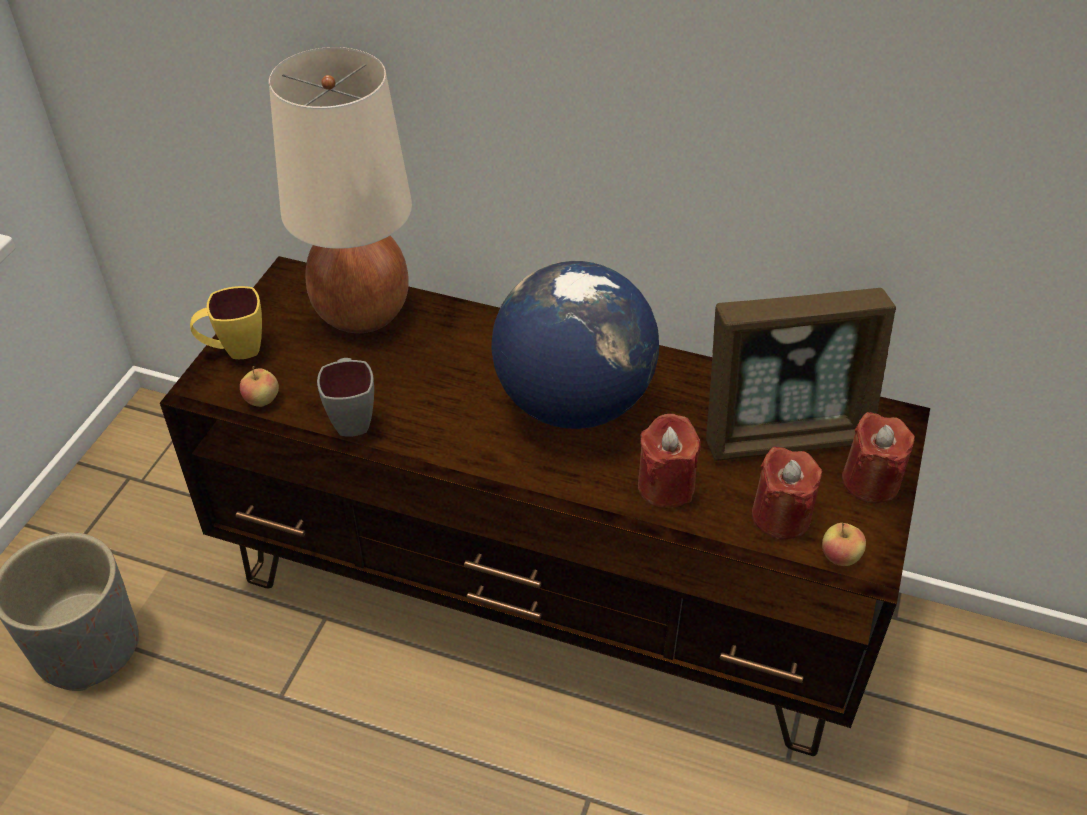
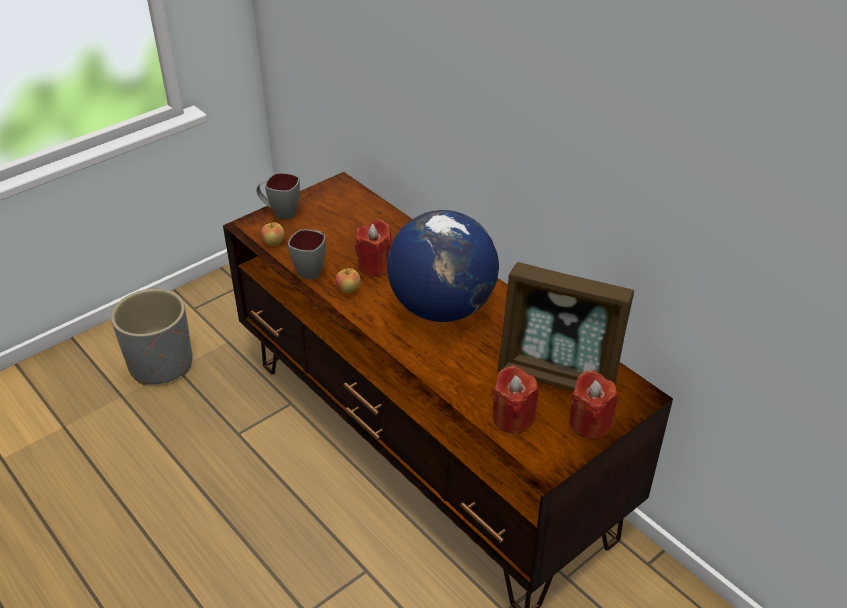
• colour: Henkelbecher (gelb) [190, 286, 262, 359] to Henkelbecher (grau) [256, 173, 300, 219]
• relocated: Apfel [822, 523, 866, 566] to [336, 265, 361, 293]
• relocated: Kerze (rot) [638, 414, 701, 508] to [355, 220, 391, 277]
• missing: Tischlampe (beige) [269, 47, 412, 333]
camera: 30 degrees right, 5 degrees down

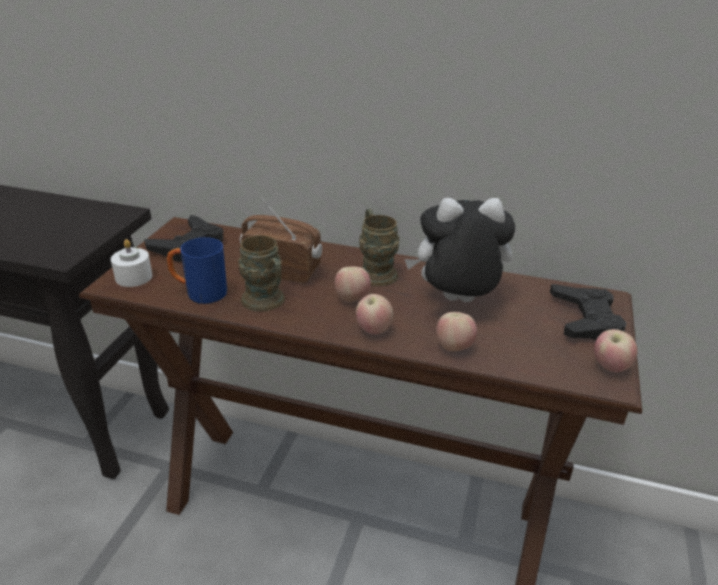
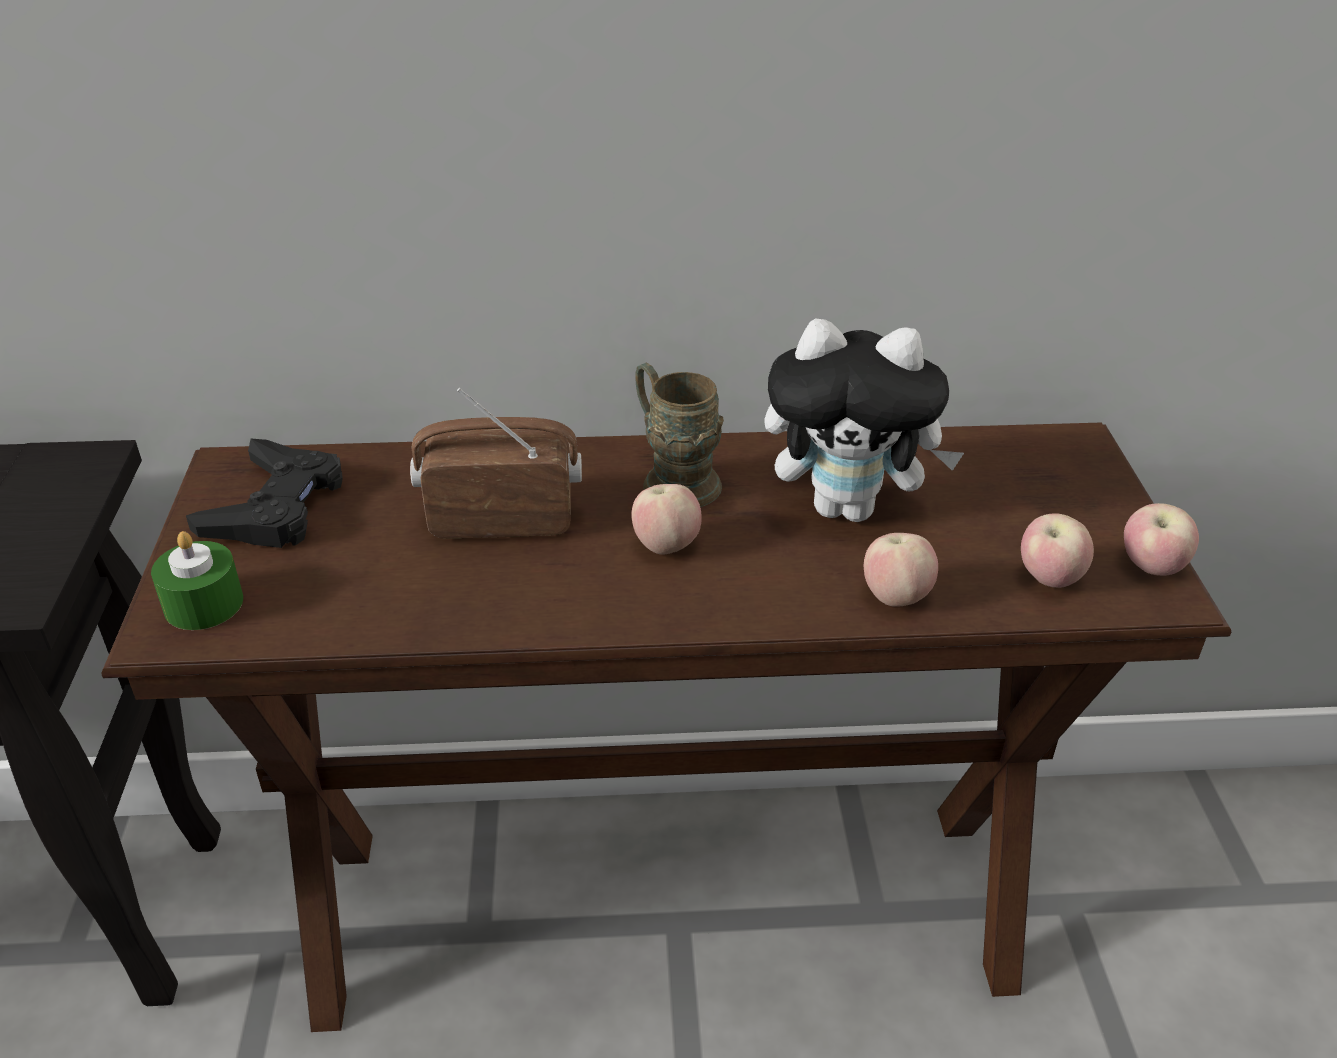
• colour: Kerze (weiß) [111, 239, 153, 287] to Kerze (grün) [151, 531, 243, 630]
• spun: Plüschtier [405, 198, 515, 302] = [764, 319, 964, 522] 150 degrees counterclockwise
• relocated: Apfel [356, 294, 393, 334] to [1021, 513, 1094, 588]
• missing: Henkelbecher (blau) [167, 237, 227, 304]
• missing: Henkelbecher (braun) [238, 235, 285, 311]
• missing: Gamepad (schwarz) [550, 284, 627, 340]
camera: 20 degrees left, 5 degrees up

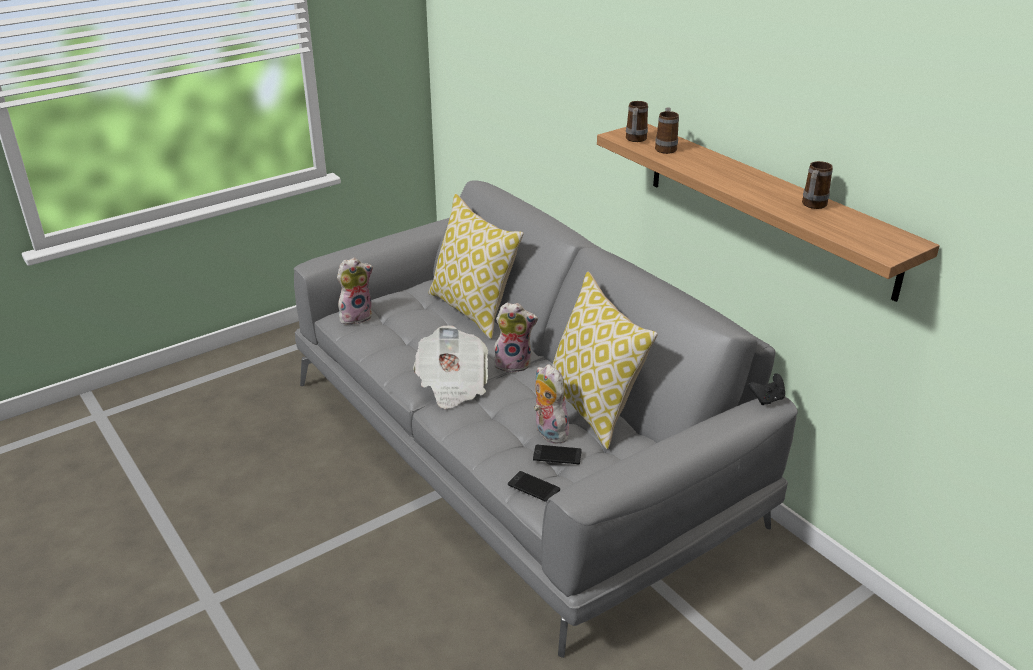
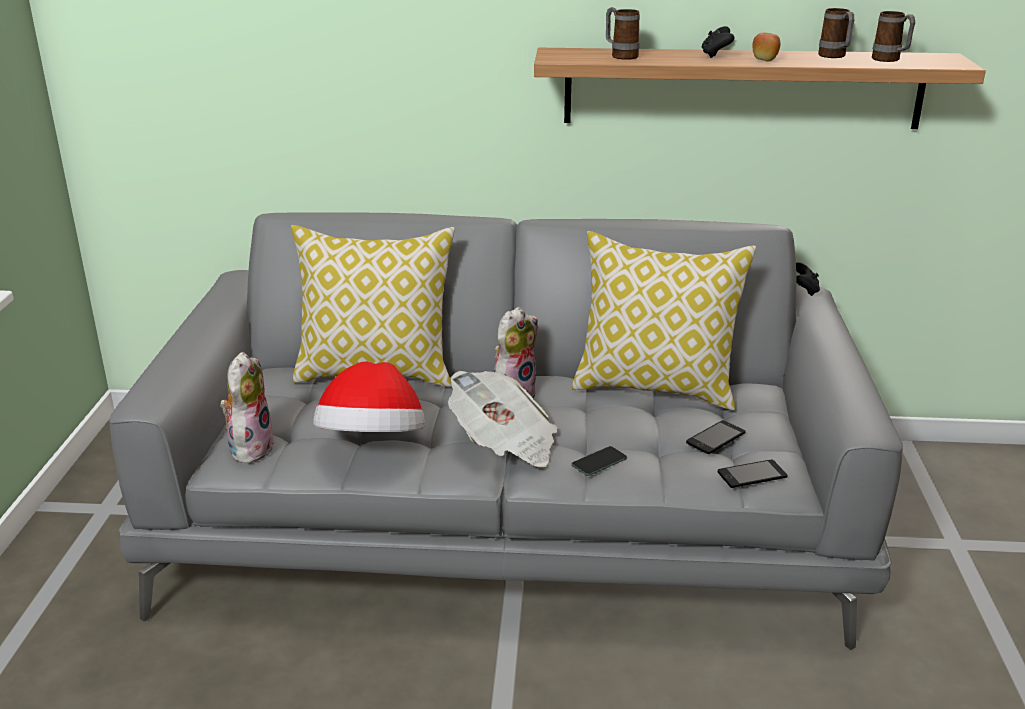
• appeared: Hut [314, 362, 425, 432]
• appeared: Handy [571, 446, 627, 476]
• appeared: Gamepad (schwarz) [702, 26, 735, 58]
• appeared: Apfel [752, 33, 780, 62]
• relocated: Henkelbecher [626, 101, 648, 142] to [872, 11, 915, 62]
• missing: Plüschtier [534, 364, 569, 444]
camera: 50 degrees left, 5 degrees down

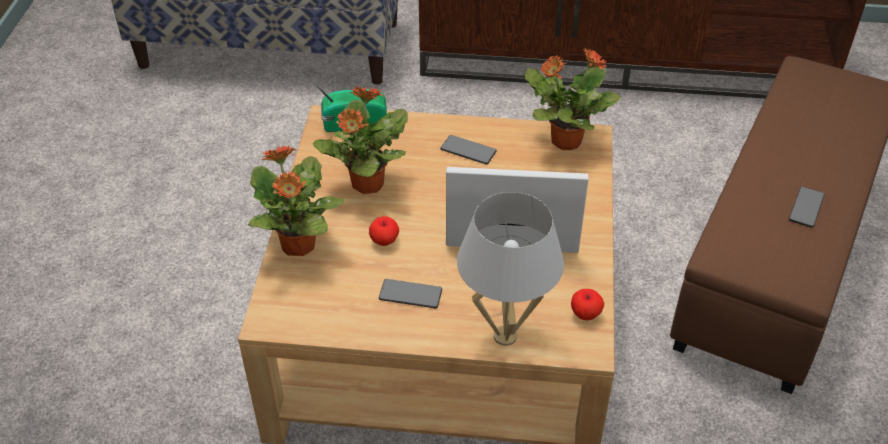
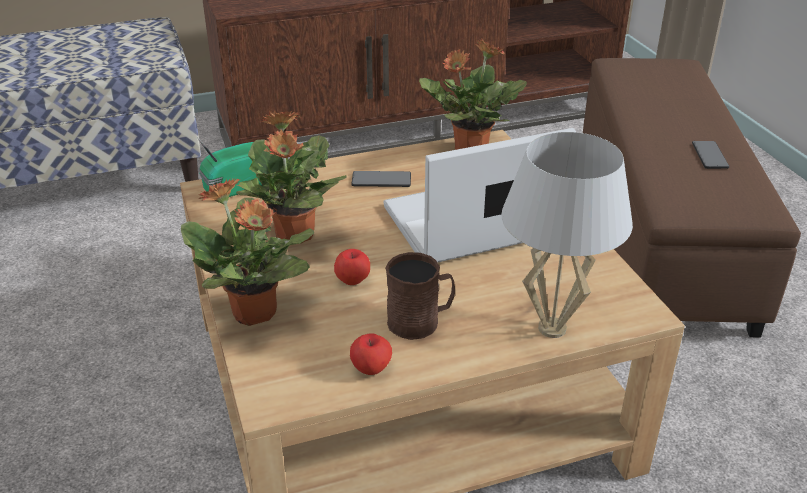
• relocated: Apfel [571, 289, 604, 320] to [350, 334, 392, 375]
• exchanged: Handy [379, 279, 442, 308] to Henkelbecher (braun) [385, 252, 455, 340]
camera: 25 degrees left, 10 degrees down

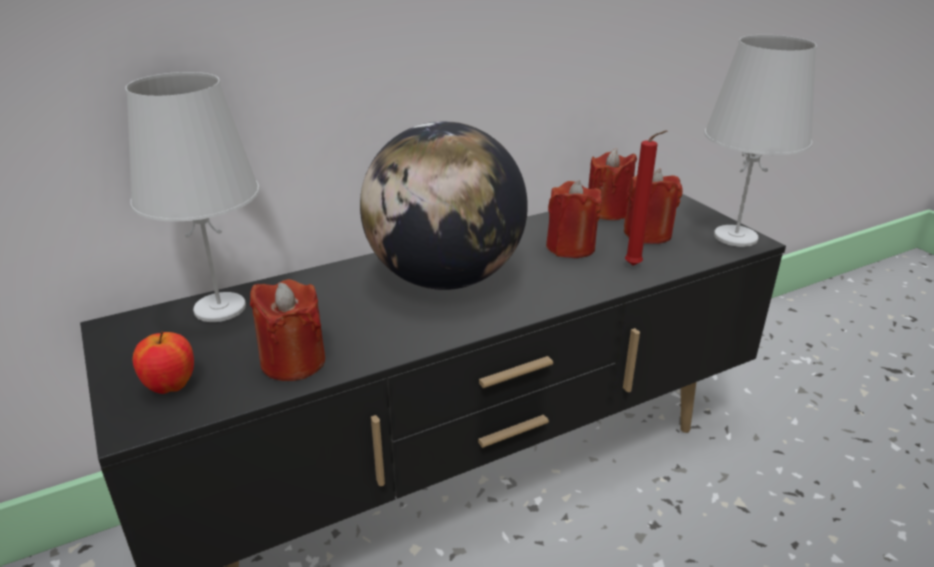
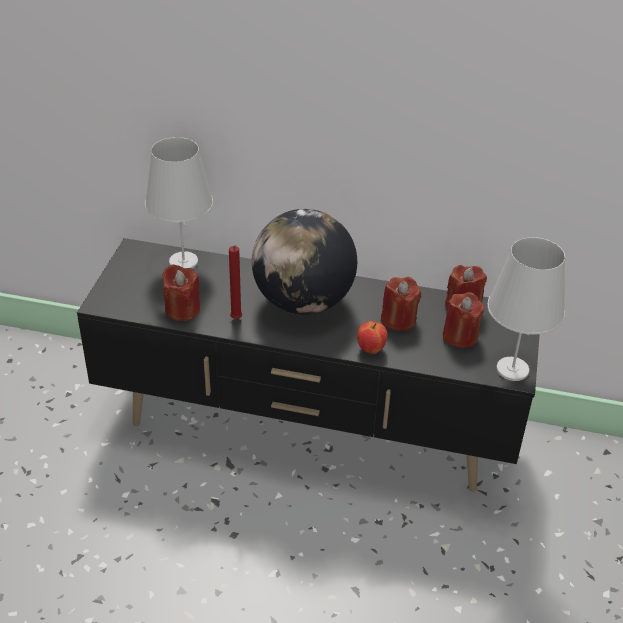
• relocated: Kerze (rot) [625, 130, 667, 265] to [229, 245, 242, 319]
• relocated: Apfel [132, 331, 194, 394] to [357, 321, 387, 354]
camera: 40 degrees right, 10 degrees up

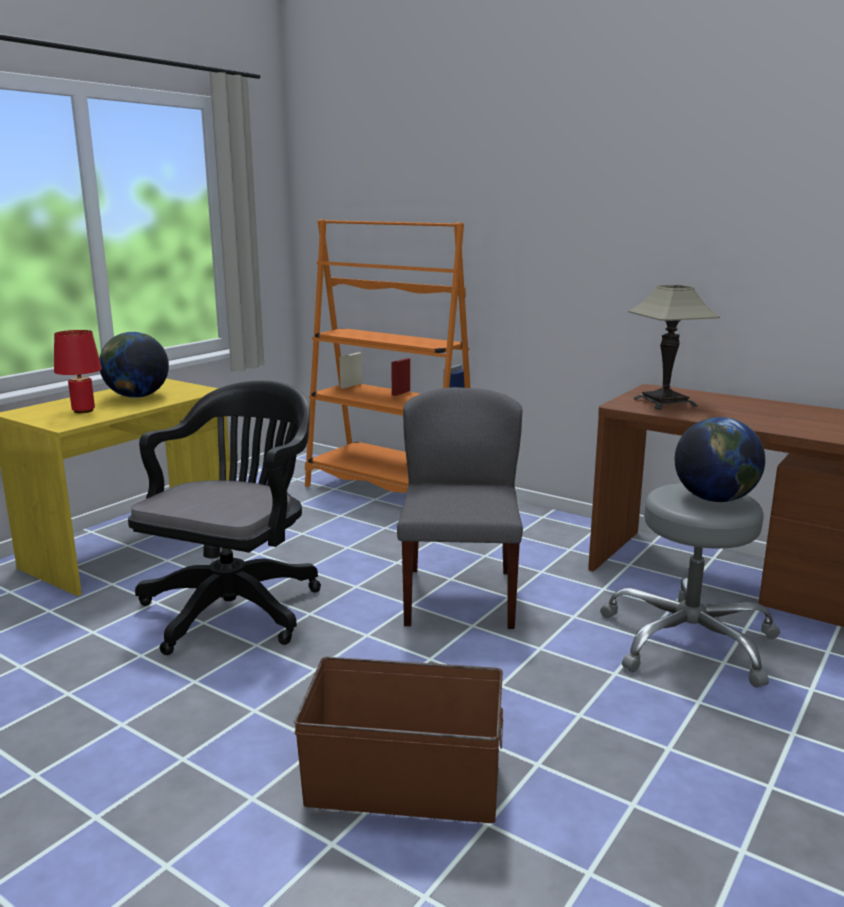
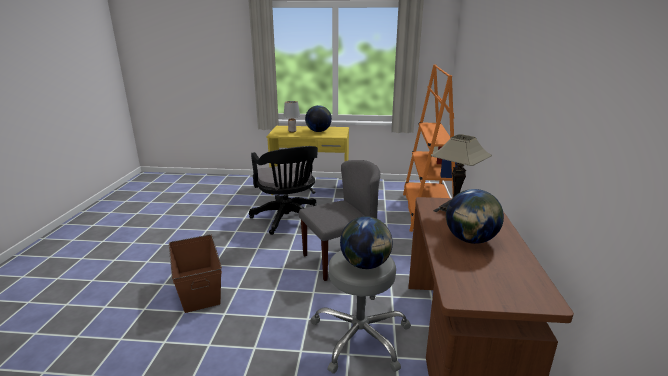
• spun: Bürostuhl (schwarz) [128, 380, 321, 655] = [249, 146, 318, 235] 75 degrees clockwise
• colour: Tischlampe (rot) [54, 330, 102, 413] to Tischlampe (grau) [284, 101, 300, 133]
• appeared: Globus [446, 189, 504, 244]
camera: 60 degrees right, 5 degrees up

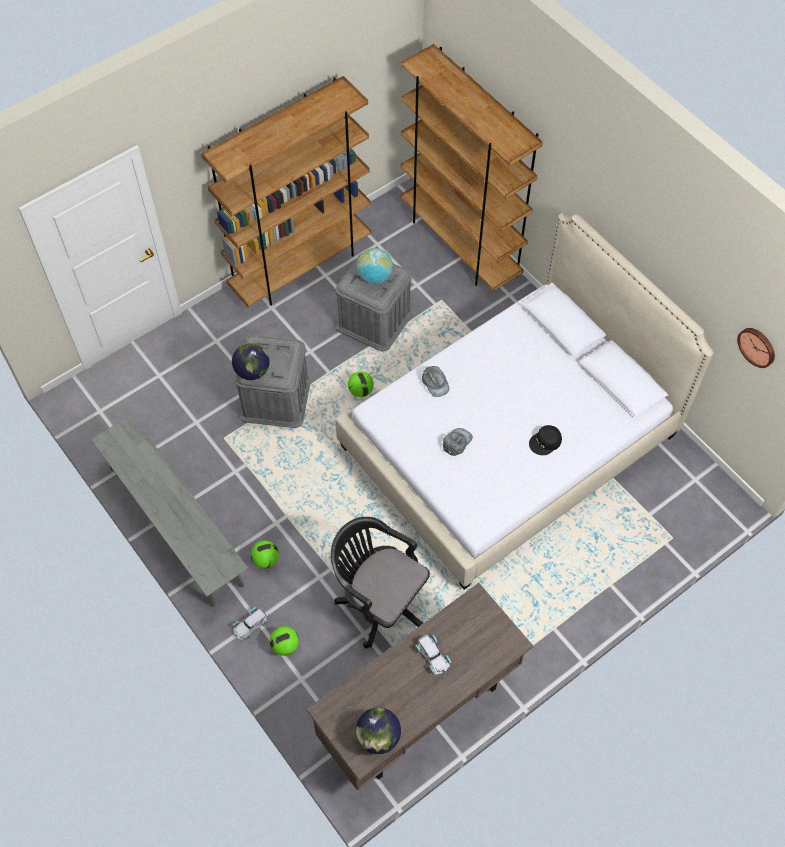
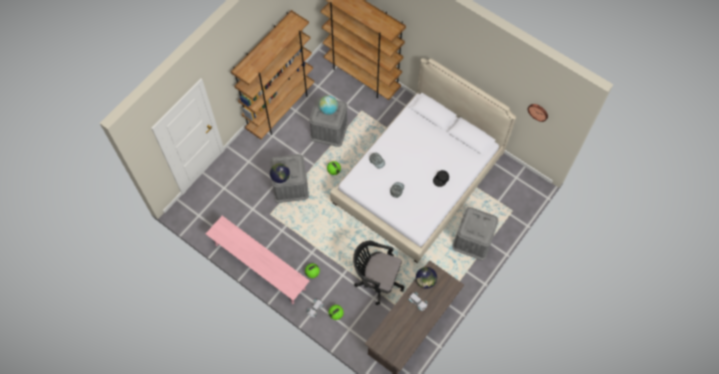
• colour: Bank (grau) [91, 415, 248, 607] to Bank (rosa) [206, 216, 310, 304]
• relocated: Globus [356, 707, 401, 754] to [416, 267, 437, 289]
• appeared: Aufbewahrungsbox (grau) [452, 207, 499, 261]
camera: 15 degrees left, 5 degrees up

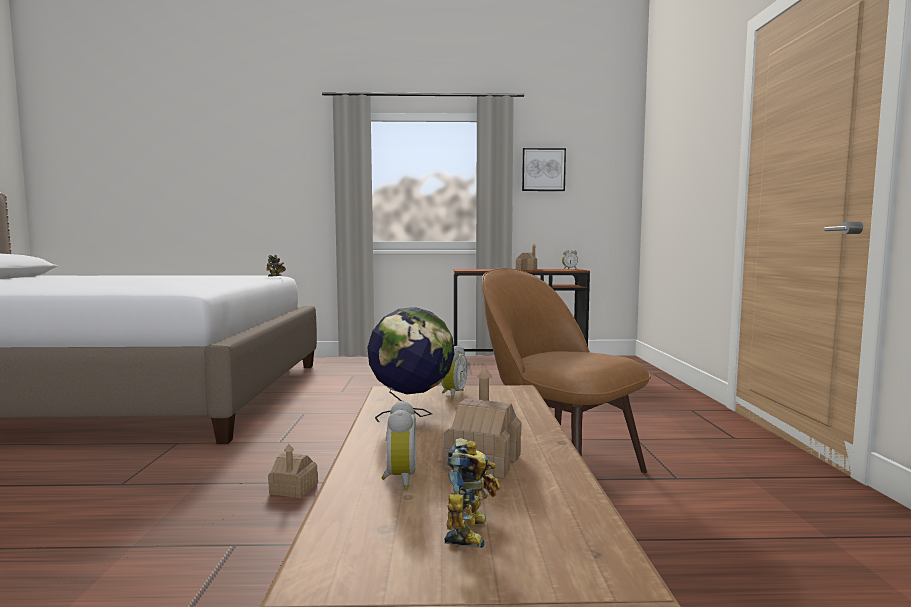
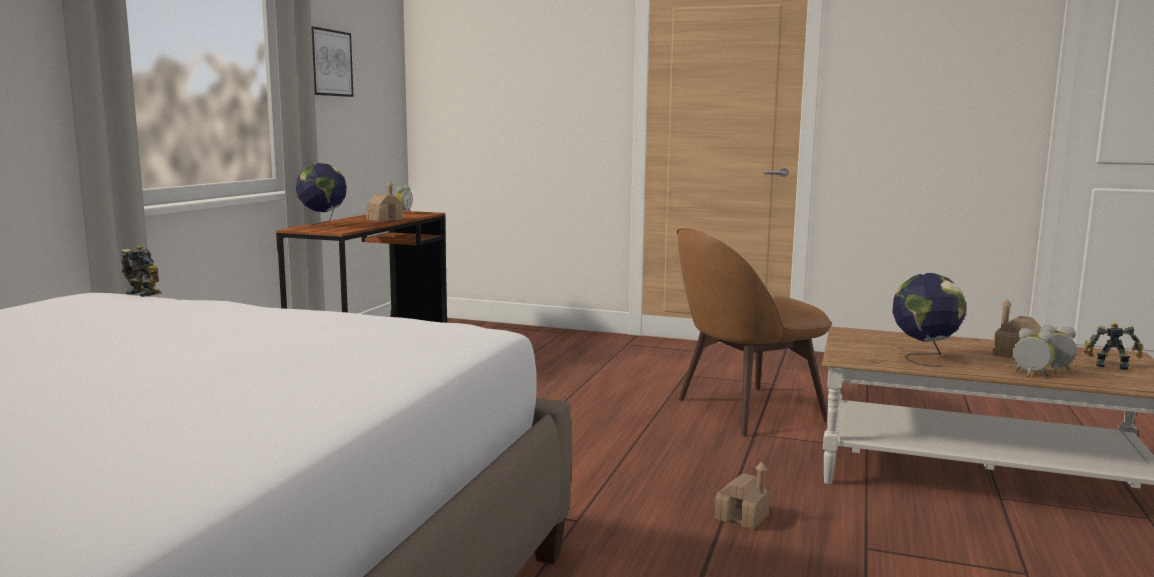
• appeared: Globus [296, 163, 347, 227]
• relocated: Wecker [441, 345, 468, 399] to [1013, 328, 1055, 377]
camera: 70 degrees left, 5 degrees up

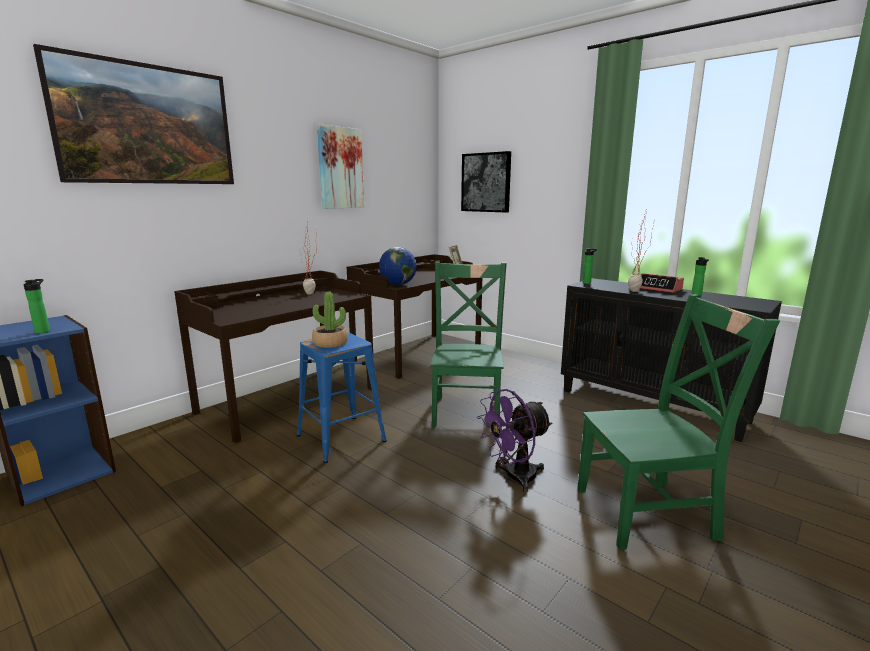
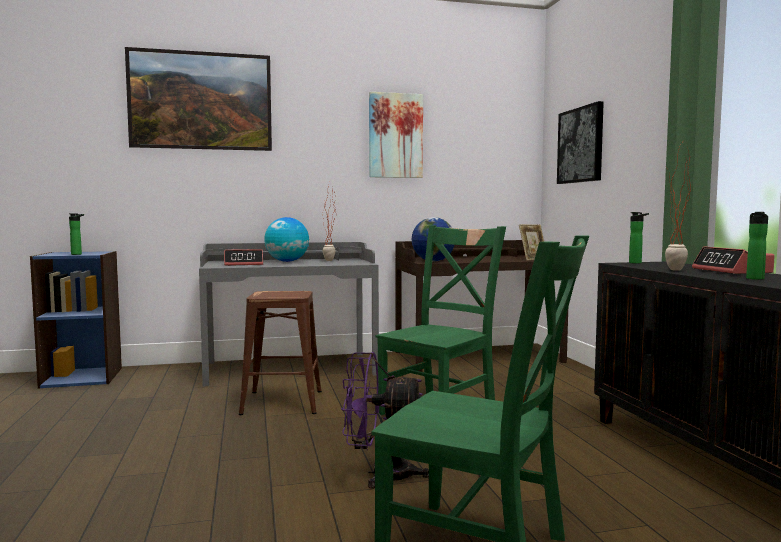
• colour: Schreibtisch (braun) [174, 270, 373, 443] to Schreibtisch (grau) [199, 242, 379, 387]
• appeared: Wecker [224, 249, 263, 266]
• colour: Hocker (blau) [297, 333, 387, 463] to Hocker (braun) [239, 291, 322, 415]
• appeared: Globus [264, 217, 309, 262]
• missing: Topfpflanze [312, 291, 348, 348]
camera: 35 degrees right, 10 degrees down

